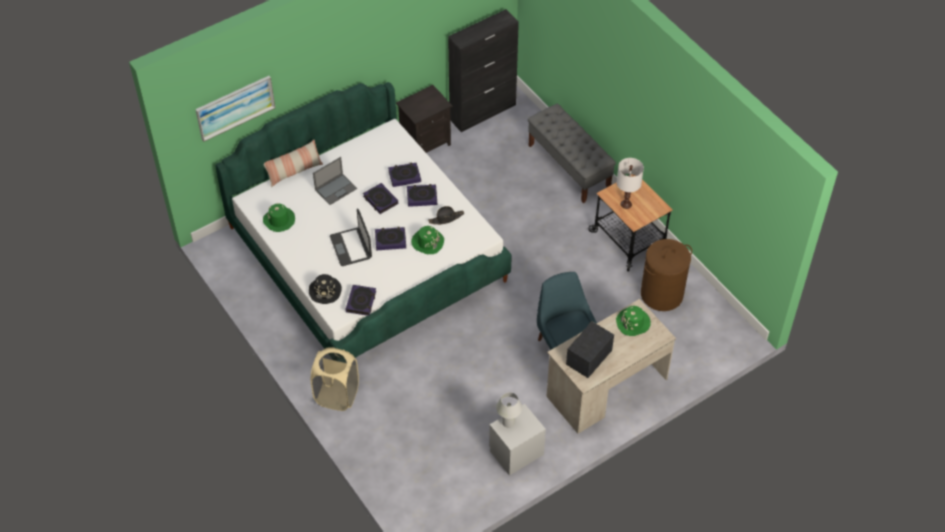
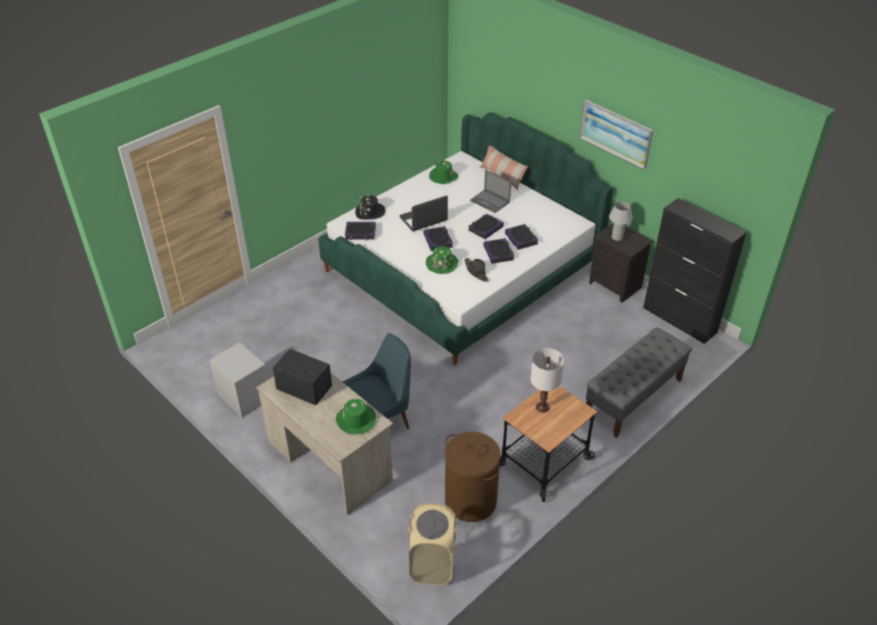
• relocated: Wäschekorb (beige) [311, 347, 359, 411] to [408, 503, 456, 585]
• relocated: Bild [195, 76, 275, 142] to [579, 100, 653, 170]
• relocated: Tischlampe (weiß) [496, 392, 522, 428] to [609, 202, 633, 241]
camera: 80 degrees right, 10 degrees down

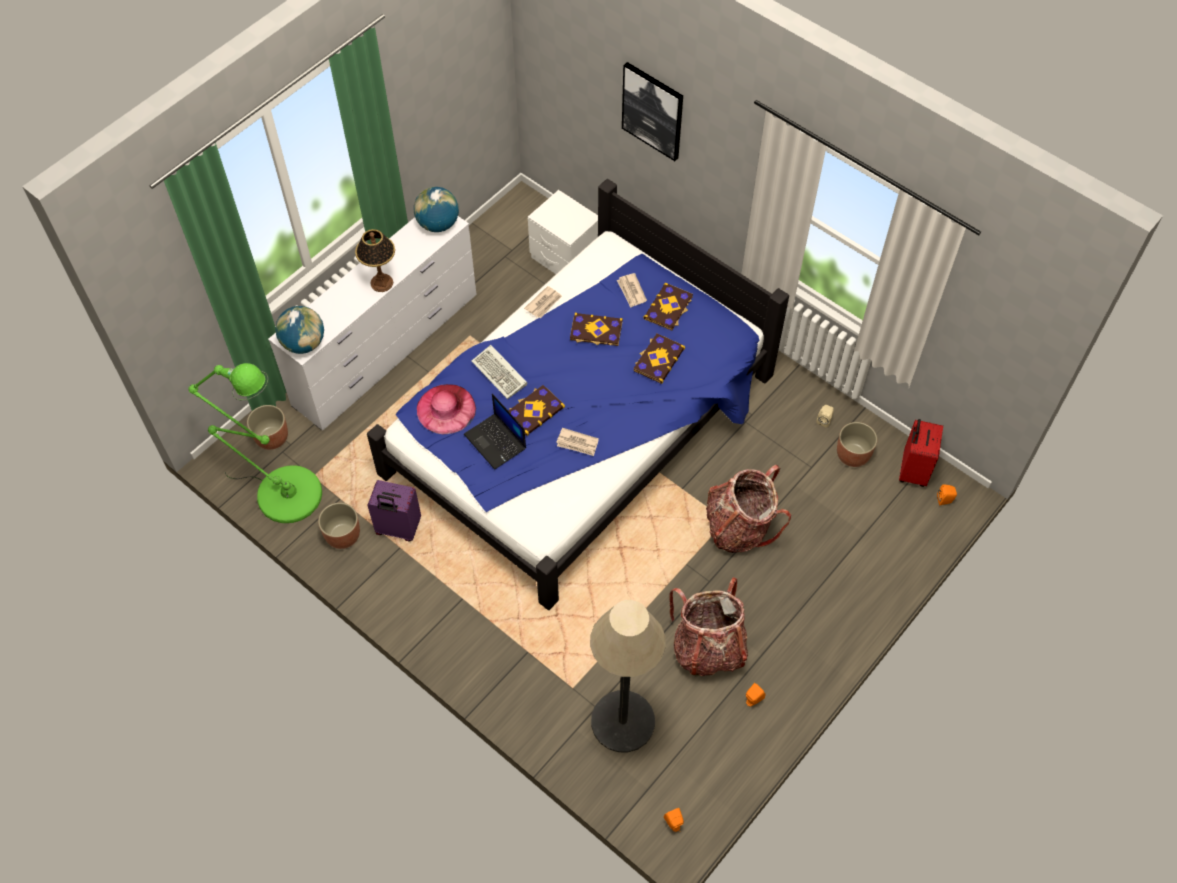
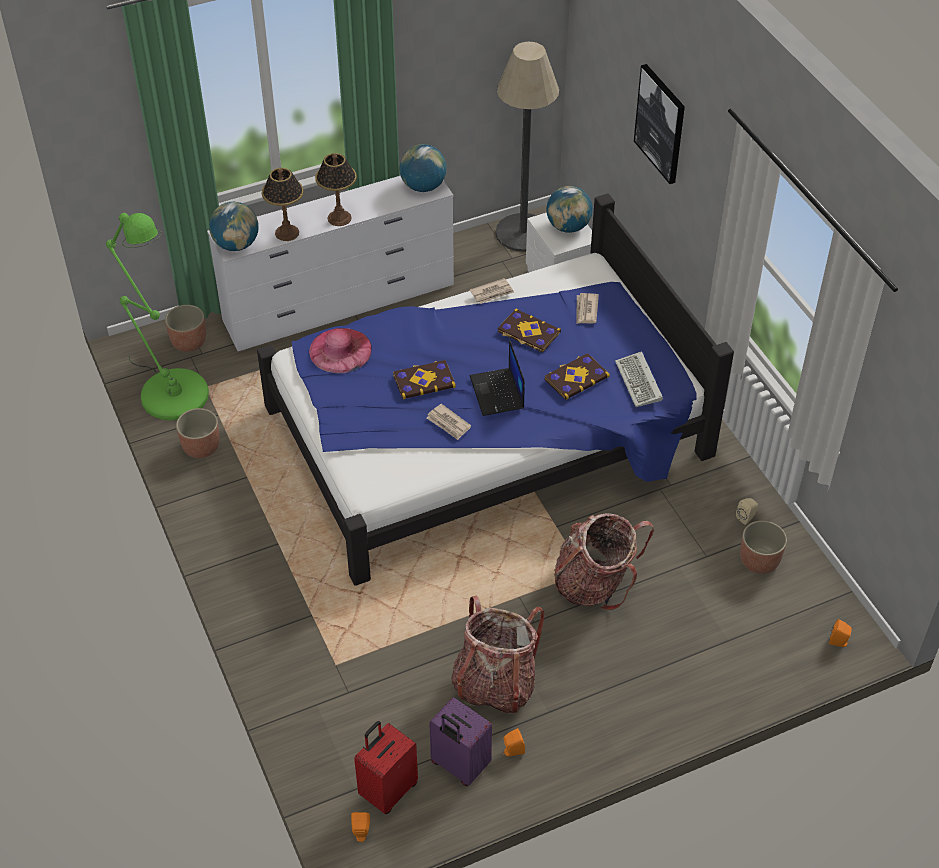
• appeared: Tischlampe [262, 168, 303, 241]
• relocated: Koffer (rot) [899, 419, 943, 487] to [354, 721, 418, 814]
• relocated: Koffer (lila) [367, 480, 421, 541] to [429, 697, 492, 786]
• relocated: Laptop [464, 393, 526, 470] to [470, 340, 525, 416]
• relocated: Stehlampe [590, 600, 666, 752] to [496, 42, 559, 252]
• appeared: Globus [546, 186, 593, 233]
• relocated: Tastatur [472, 345, 527, 399] to [615, 351, 663, 407]
• missing: Buch [643, 283, 693, 331]
camera: 25 degrees right, 10 degrees down

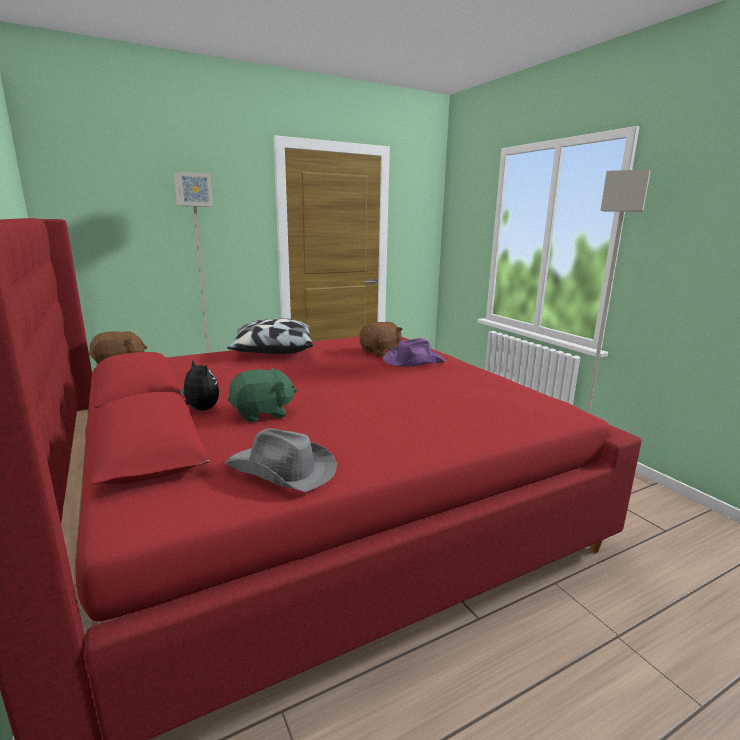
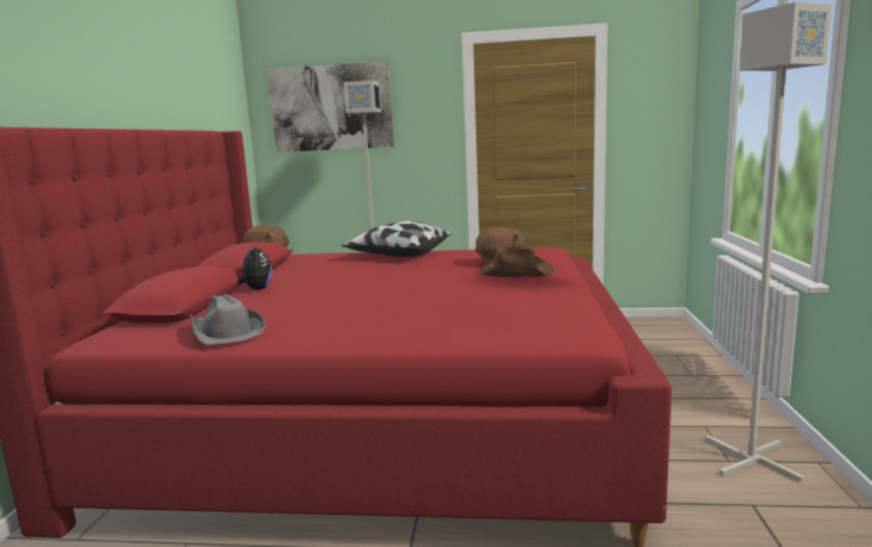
• appeared: Bild [267, 61, 394, 152]
• colour: Hut (lila) [383, 338, 445, 367] to Hut (braun) [478, 246, 554, 277]
• missing: Plüschtier (grün) [228, 368, 297, 423]
camera: 35 degrees right, 5 degrees down

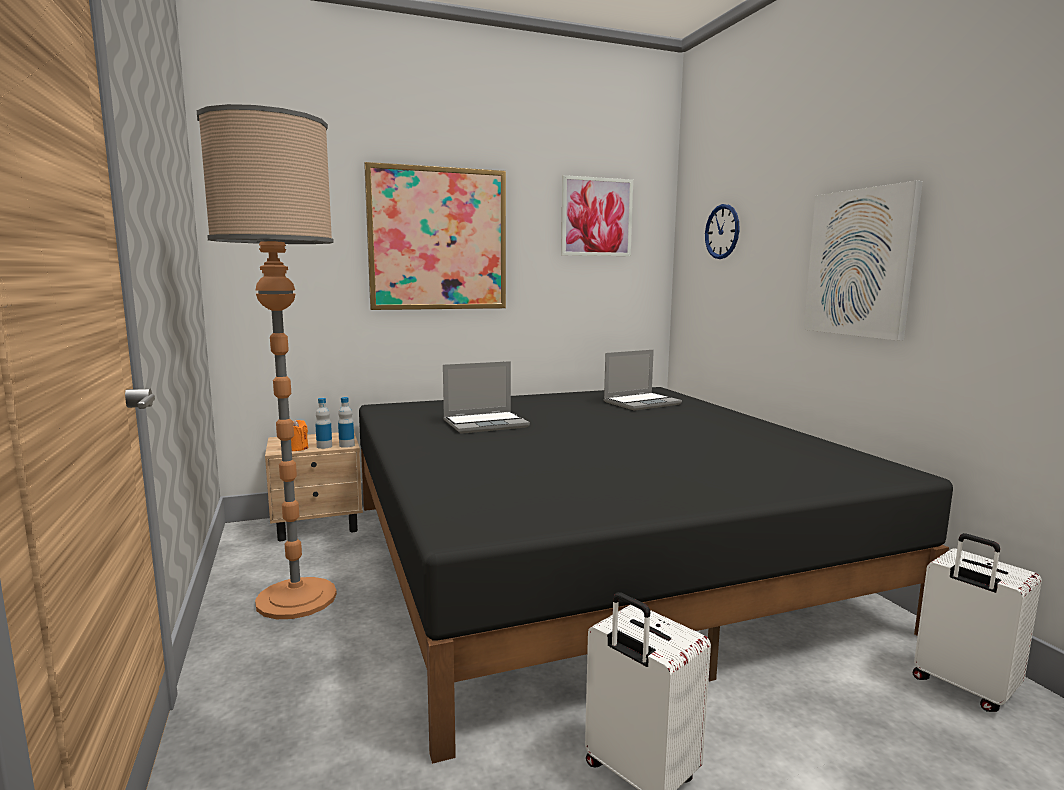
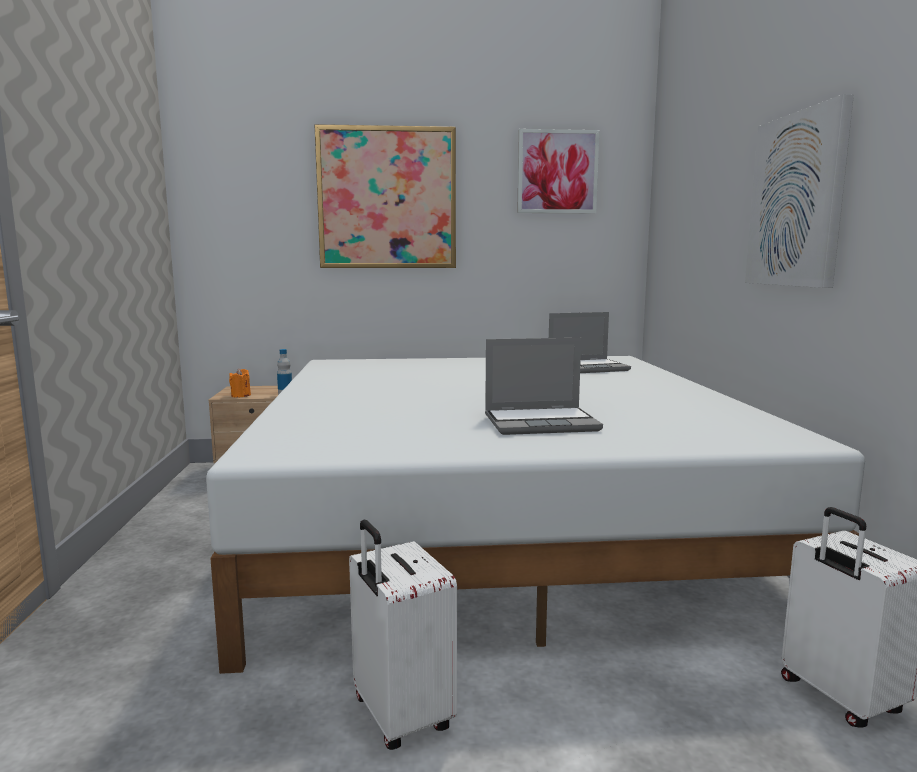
• colour: Bett (schwarz) [359, 387, 953, 764] to Bett (weiß) [206, 356, 865, 674]
• relocated: Laptop [443, 361, 530, 434] to [485, 338, 603, 435]
• missing: Stehlampe [197, 104, 337, 619]
• missing: Flasche [315, 398, 332, 449]
• missing: Wanduhr [705, 204, 739, 259]
camera: 15 degrees right, 0 degrees up

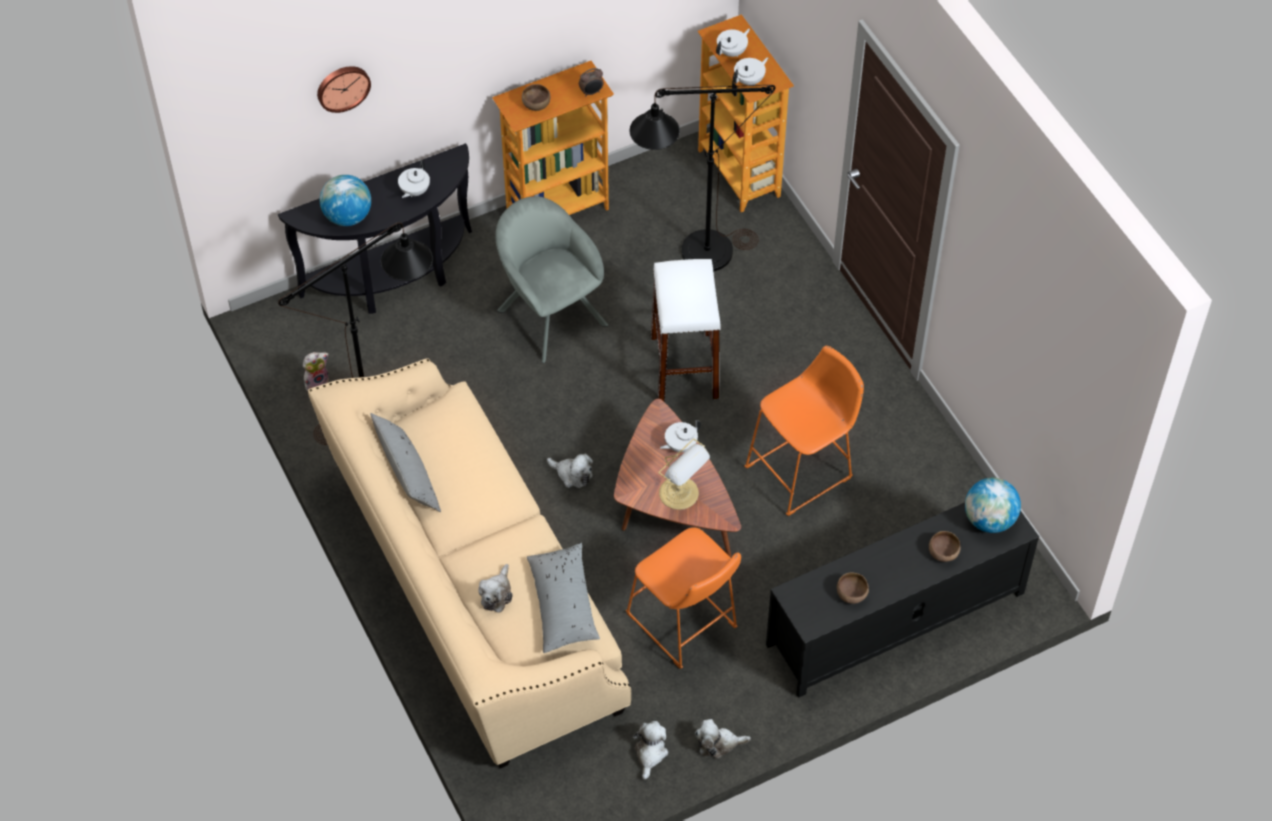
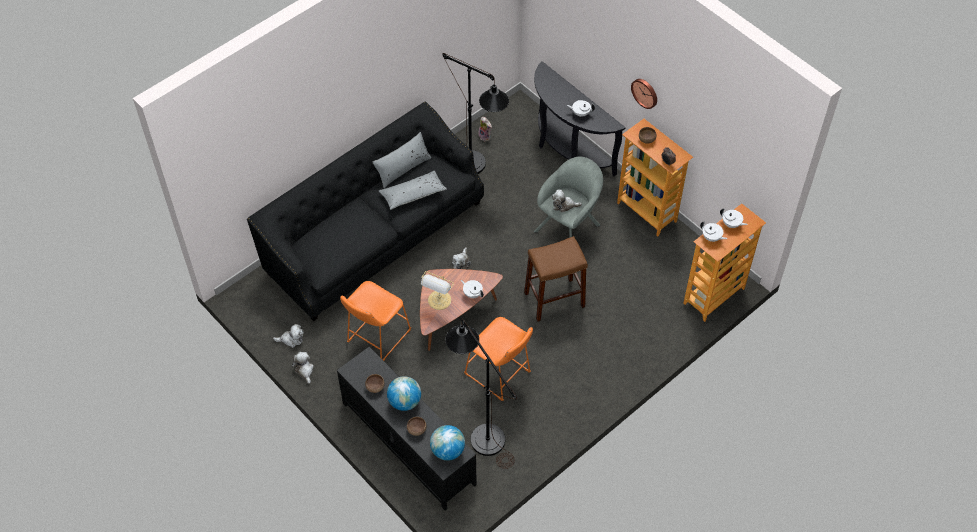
• colour: Sofa (beige) [308, 358, 631, 768] to Sofa (schwarz) [247, 102, 484, 321]
• relocated: Kissen (grau) [527, 543, 600, 653] to [379, 171, 447, 210]
• relocated: Globus [320, 175, 371, 226] to [387, 376, 421, 411]
• relocated: Stehlampe (schwarz) [630, 85, 776, 272] to [445, 319, 517, 469]
• colour: Hocker (weiß) [651, 259, 721, 402] to Hocker (braun) [524, 236, 588, 322]
• relocated: Plüschtier [478, 564, 513, 613] to [552, 189, 582, 213]
• relocated: Wanduhr [317, 66, 371, 113] to [631, 79, 657, 109]
camera: 75 degrees right, 0 degrees up

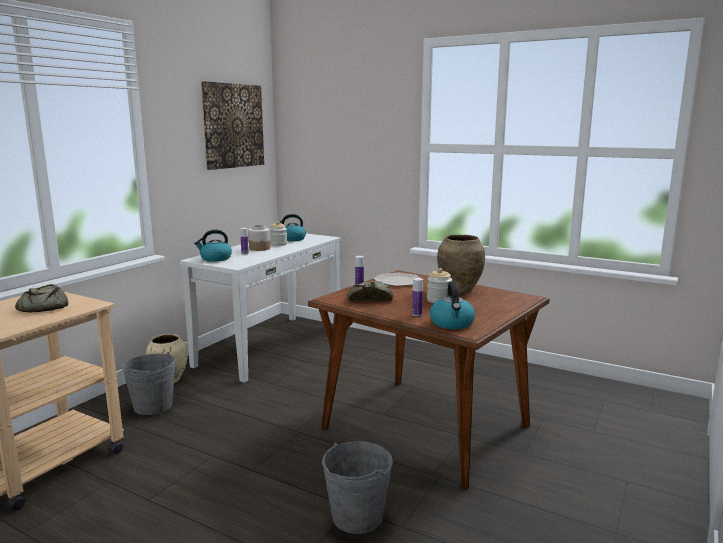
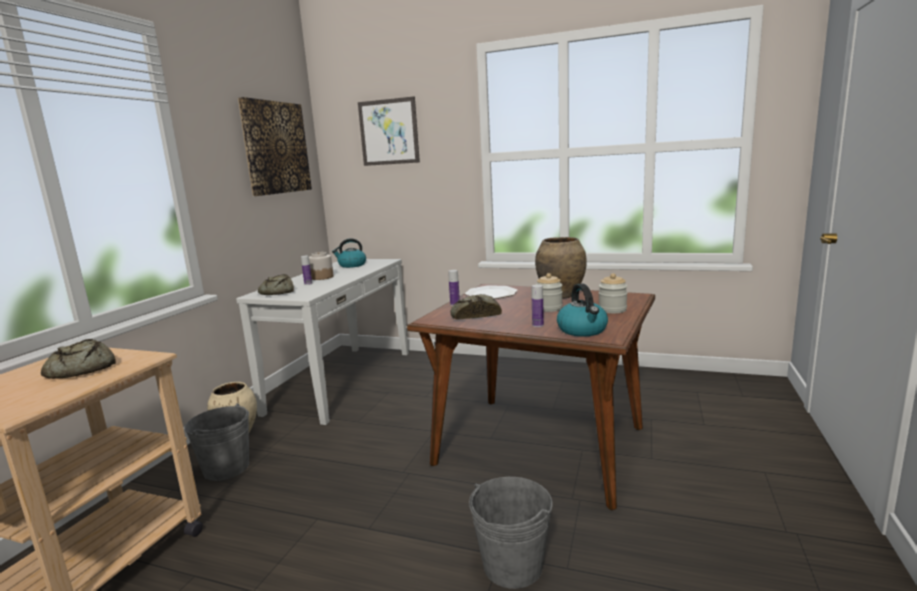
• exchanged: Wasserkessel [194, 229, 232, 262] to Brot [258, 274, 294, 295]
• appeared: Bild [358, 96, 420, 166]
• relocated: Vorratsglas [270, 221, 287, 246] to [598, 273, 628, 314]
camera: 10 degrees left, 0 degrees up

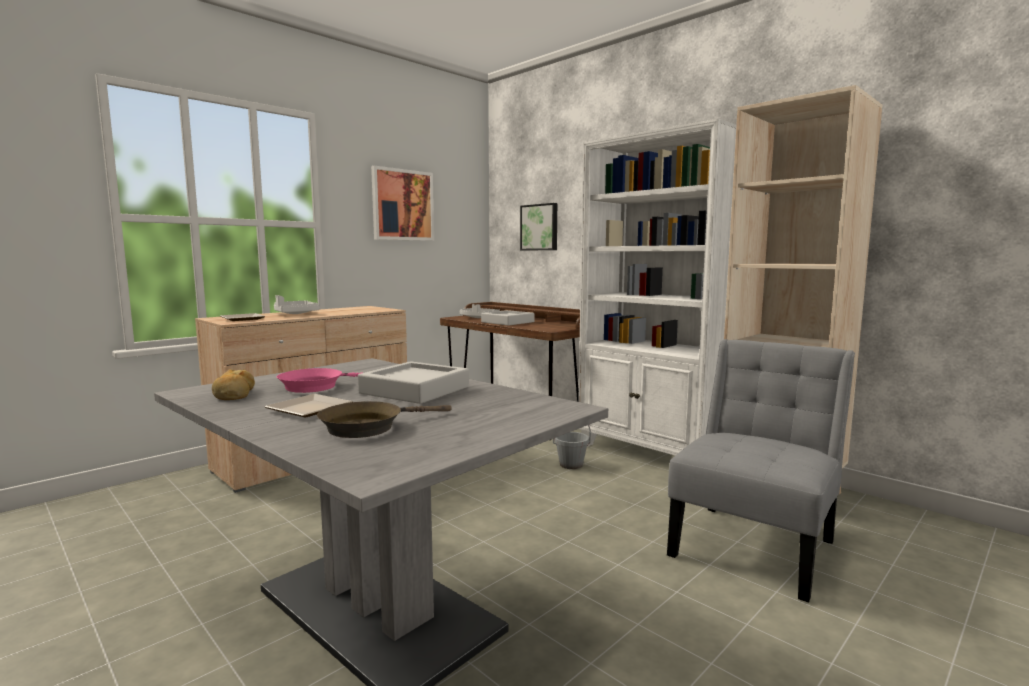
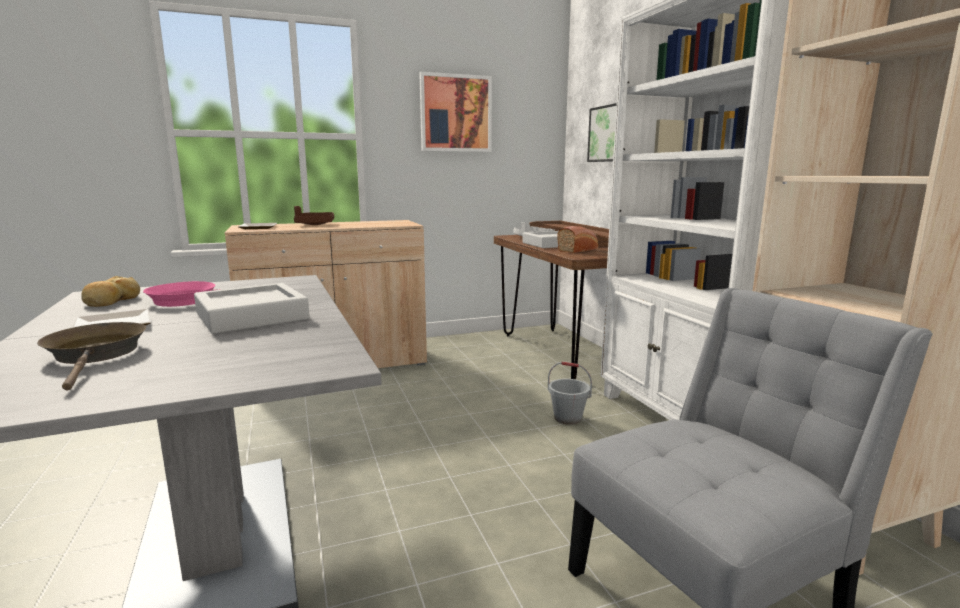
• spun: Pfanne (braun) [317, 401, 452, 438] = [37, 322, 146, 391] 75 degrees clockwise
• colour: Tablett (weiß) [274, 295, 320, 314] to Tablett (braun) [294, 206, 334, 225]
• appeared: Brot [557, 226, 598, 253]
camera: 25 degrees right, 5 degrees up

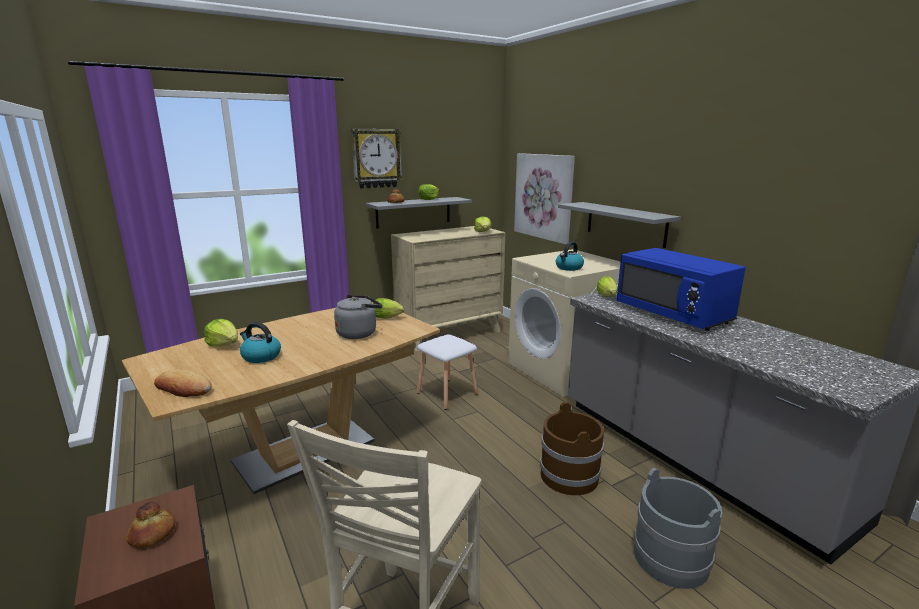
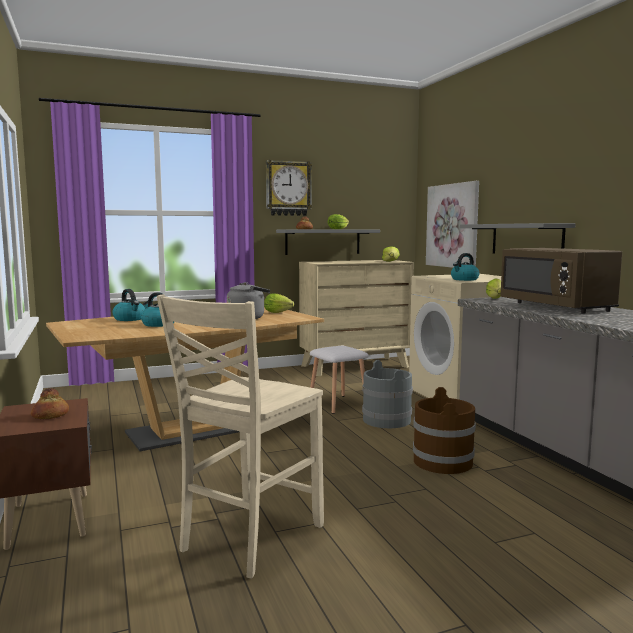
• exchanged: Salatkopf [204, 319, 238, 347] to Wasserkessel [112, 289, 145, 321]
• relocated: Eimer (grau) [634, 468, 722, 589] to [362, 360, 413, 428]
• colour: Mikrowelle (blau) [617, 248, 746, 331] to Mikrowelle (braun) [500, 248, 622, 314]
• missing: Brot [154, 369, 212, 397]
camera: 10 degrees right, 10 degrees down

